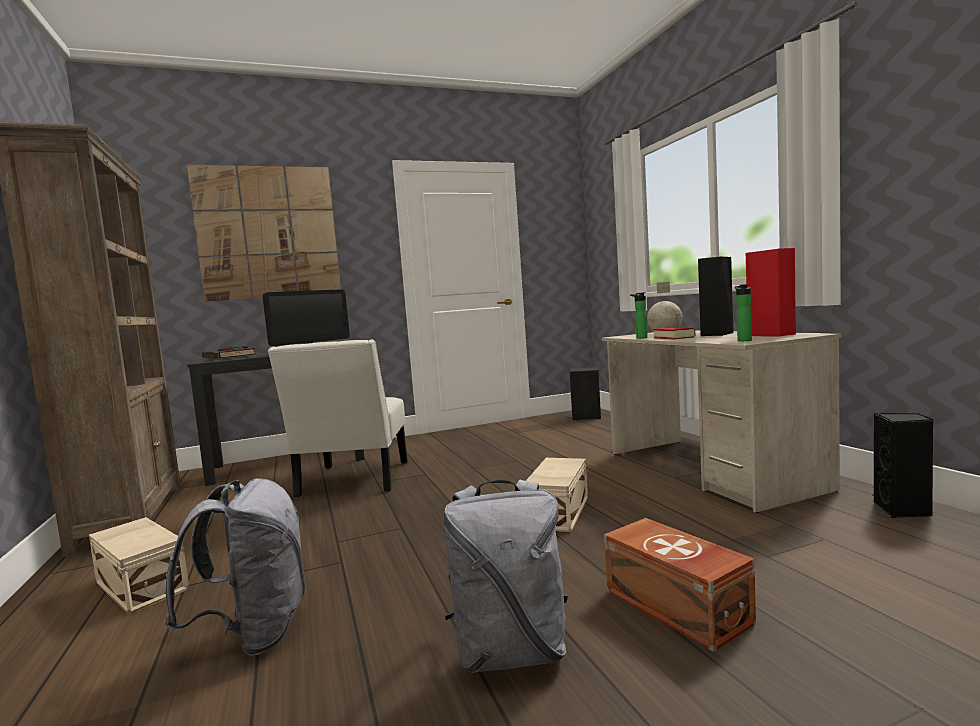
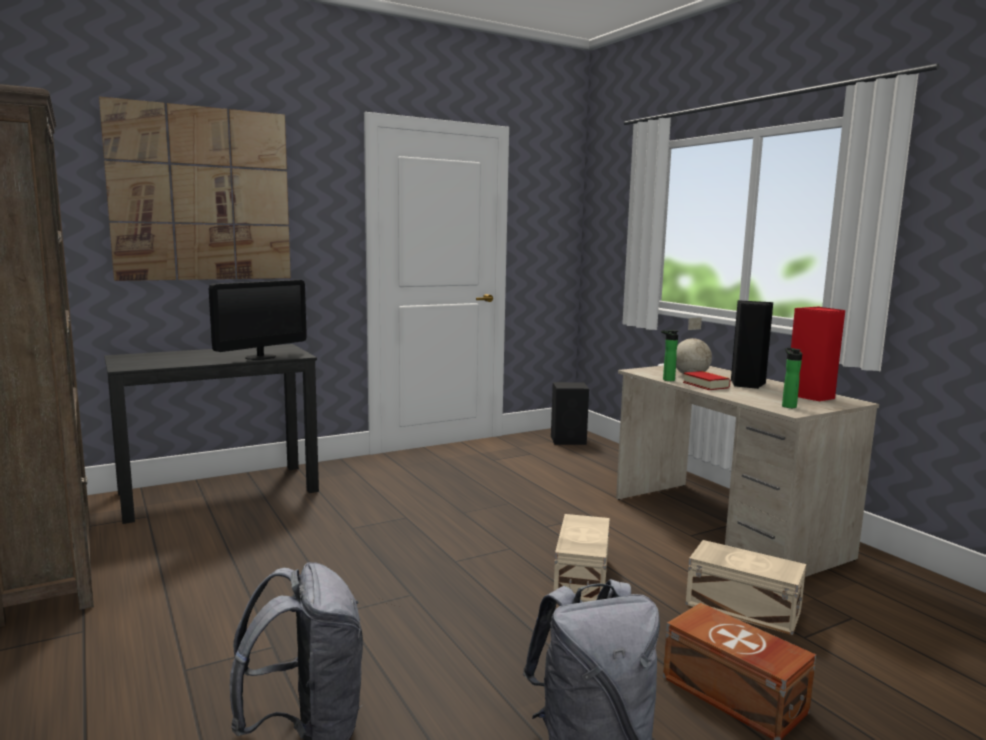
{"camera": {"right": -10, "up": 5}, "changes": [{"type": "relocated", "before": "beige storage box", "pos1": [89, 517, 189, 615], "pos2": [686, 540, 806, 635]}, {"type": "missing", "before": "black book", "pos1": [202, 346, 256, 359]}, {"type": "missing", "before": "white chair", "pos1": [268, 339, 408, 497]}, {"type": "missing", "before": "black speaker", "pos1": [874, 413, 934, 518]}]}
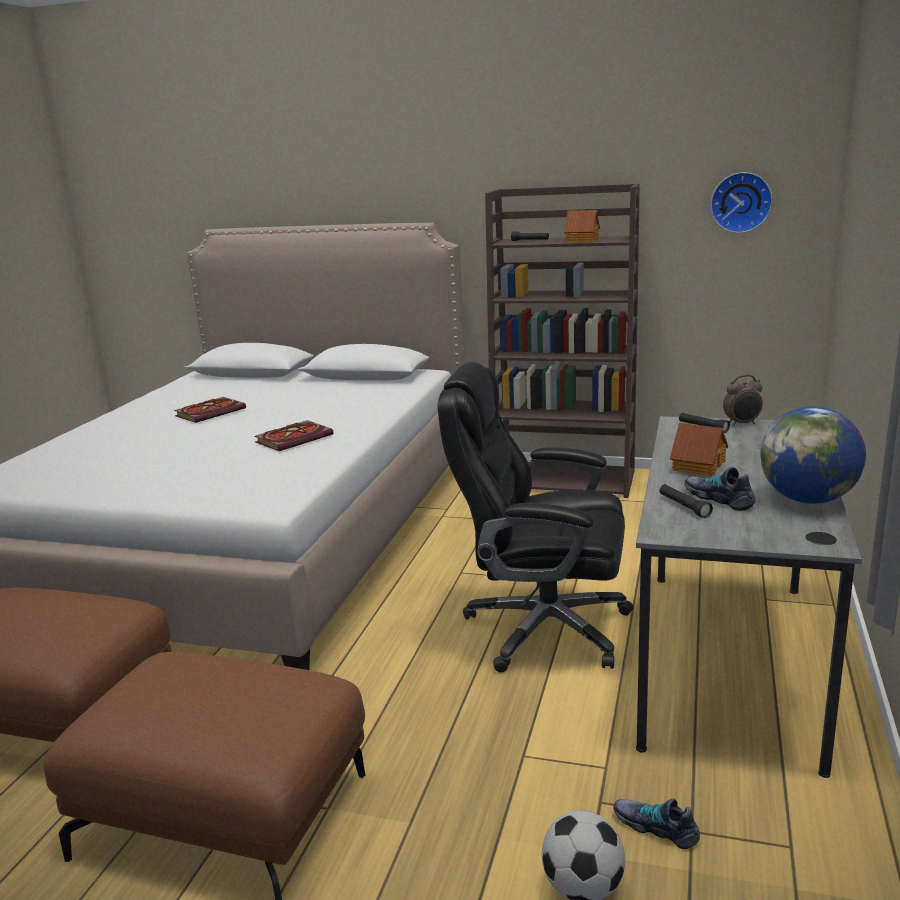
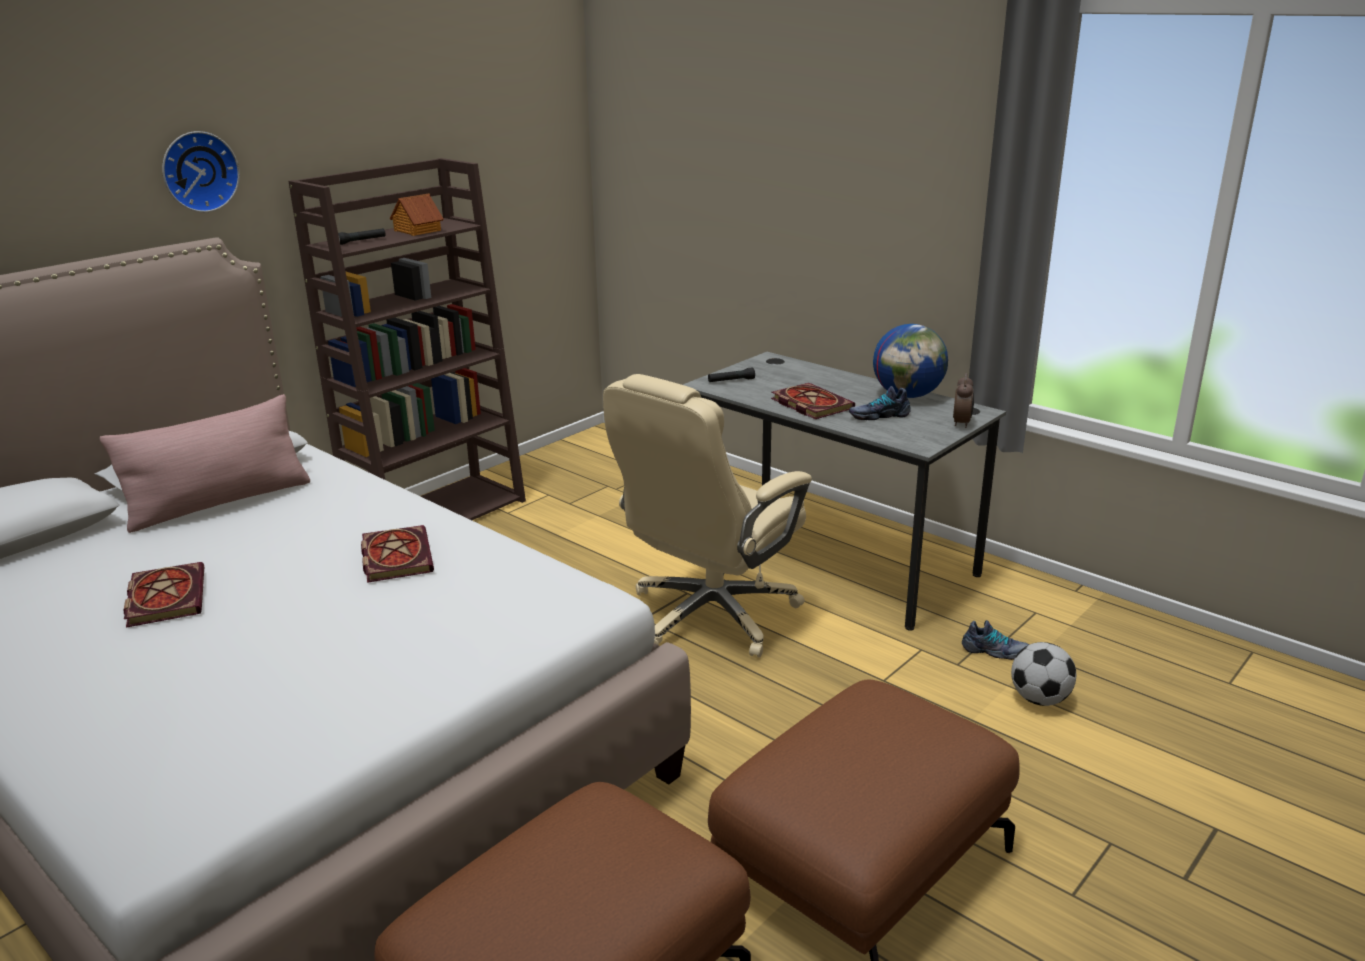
{"camera": {"right": -65, "up": 5}, "changes": [{"type": "appeared", "after": "pink pillow", "pos2": [100, 394, 310, 533]}, {"type": "relocated", "before": "wall clock", "pos1": [710, 172, 773, 233], "pos2": [162, 131, 240, 212]}, {"type": "colour", "before": "black office chair", "after": "beige office chair", "pos1": [438, 362, 634, 673], "pos2": [603, 374, 812, 658]}, {"type": "exchanged", "before": "toy house", "after": "book", "pos1": [670, 423, 728, 476], "pos2": [771, 383, 855, 419]}, {"type": "relocated", "before": "alarm clock", "pos1": [723, 375, 763, 426], "pos2": [953, 373, 974, 428]}, {"type": "spun", "before": "shoe", "pos1": [614, 798, 700, 849], "pos2": [962, 620, 1029, 660], "turn": -135}, {"type": "missing", "before": "black flashlight", "pos1": [659, 484, 713, 518]}]}
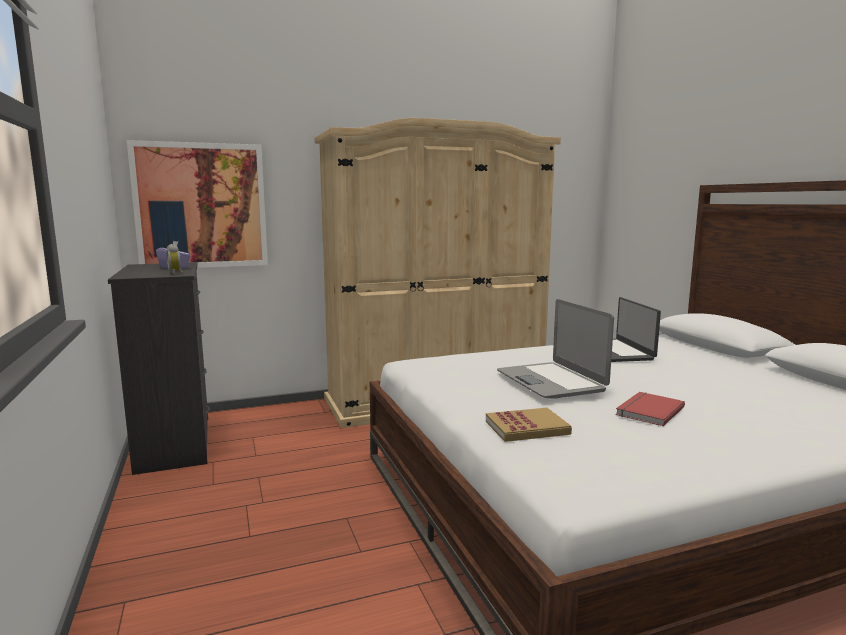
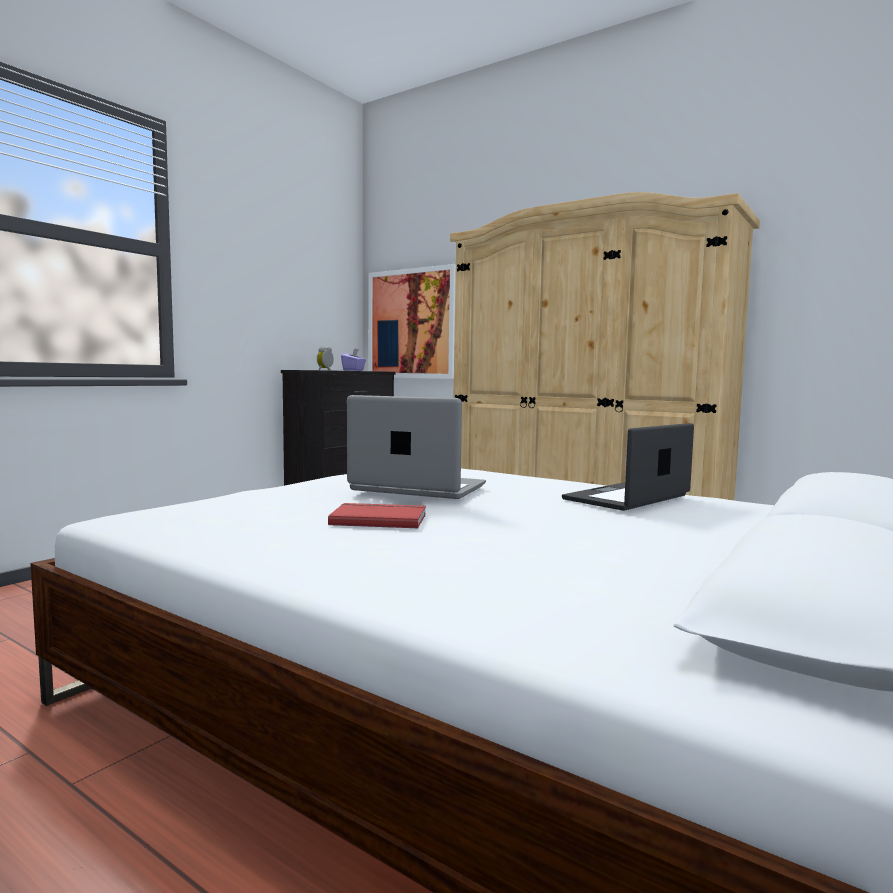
{"camera": {"right": 55, "up": -5}, "changes": [{"type": "spun", "before": "laptop", "pos1": [497, 299, 614, 399], "pos2": [347, 395, 486, 499], "turn": 75}, {"type": "missing", "before": "book", "pos1": [486, 408, 572, 442]}]}
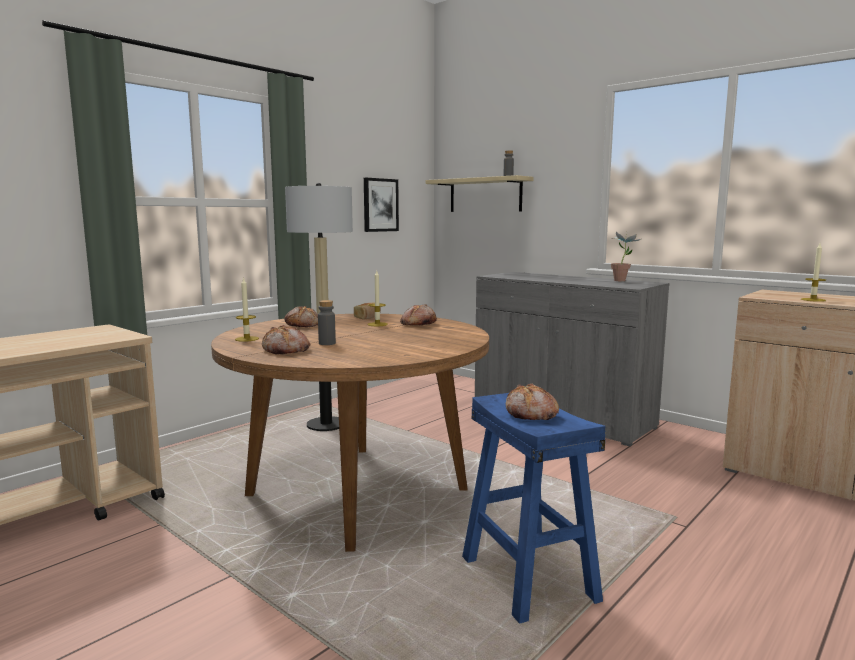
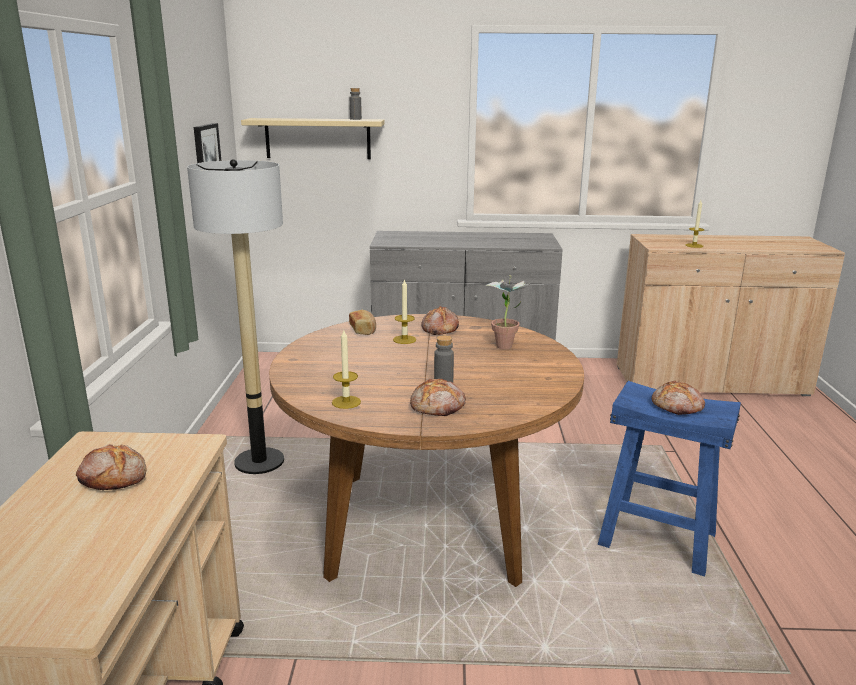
{"camera": {"right": -40, "up": 10}, "changes": [{"type": "relocated", "before": "bread", "pos1": [284, 306, 318, 327], "pos2": [76, 444, 146, 490]}, {"type": "relocated", "before": "potted plant", "pos1": [611, 231, 642, 281], "pos2": [486, 275, 530, 349]}]}
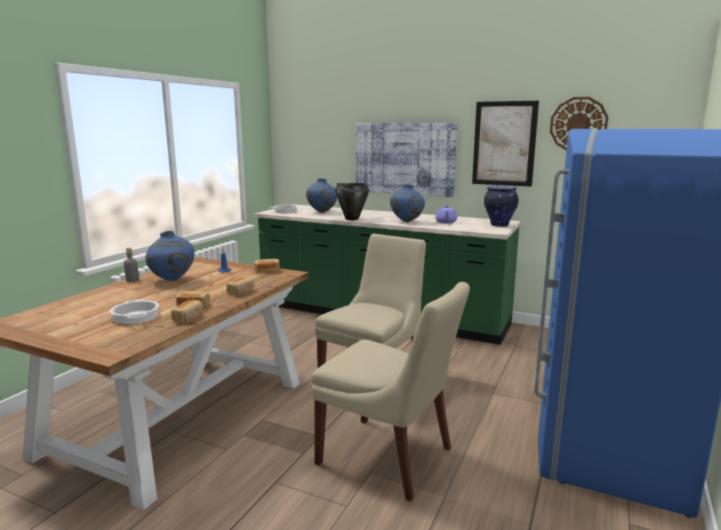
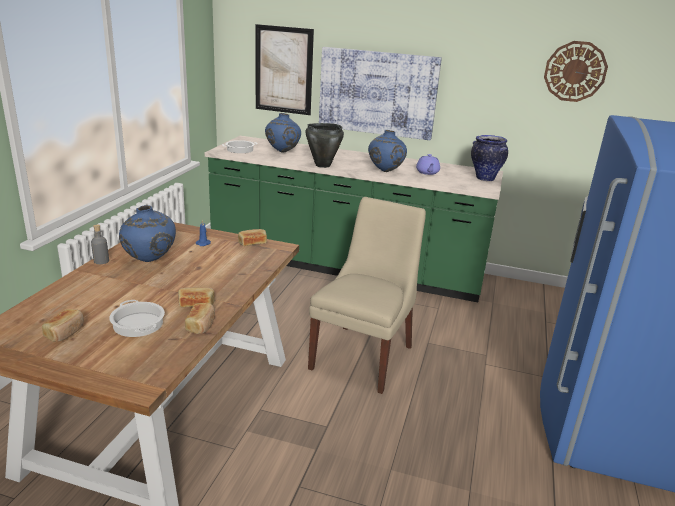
{"camera": {"right": -10, "up": 10}, "changes": [{"type": "relocated", "before": "bread", "pos1": [226, 277, 255, 296], "pos2": [42, 309, 84, 342]}, {"type": "relocated", "before": "picture", "pos1": [472, 101, 539, 187], "pos2": [255, 24, 314, 115]}, {"type": "missing", "before": "beige chair", "pos1": [311, 282, 470, 501]}]}
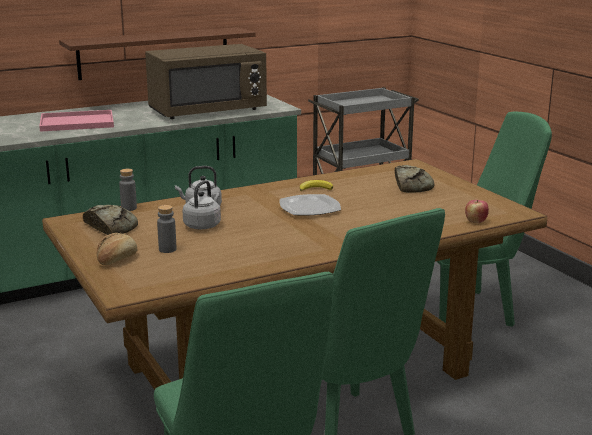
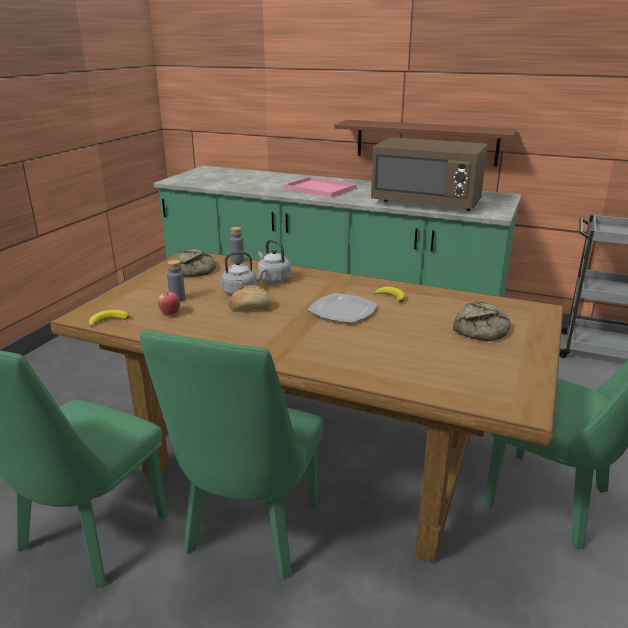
{"camera": {"right": 50, "up": 5}, "changes": [{"type": "appeared", "after": "banana", "pos2": [89, 310, 129, 327]}, {"type": "relocated", "before": "apple", "pos1": [465, 200, 489, 223], "pos2": [157, 292, 180, 316]}, {"type": "relocated", "before": "bread", "pos1": [97, 233, 137, 265], "pos2": [229, 285, 272, 310]}]}
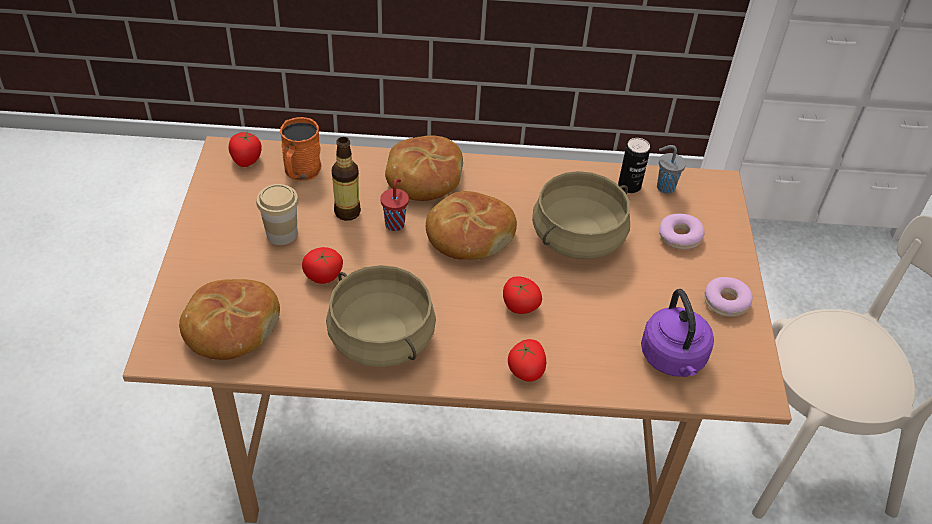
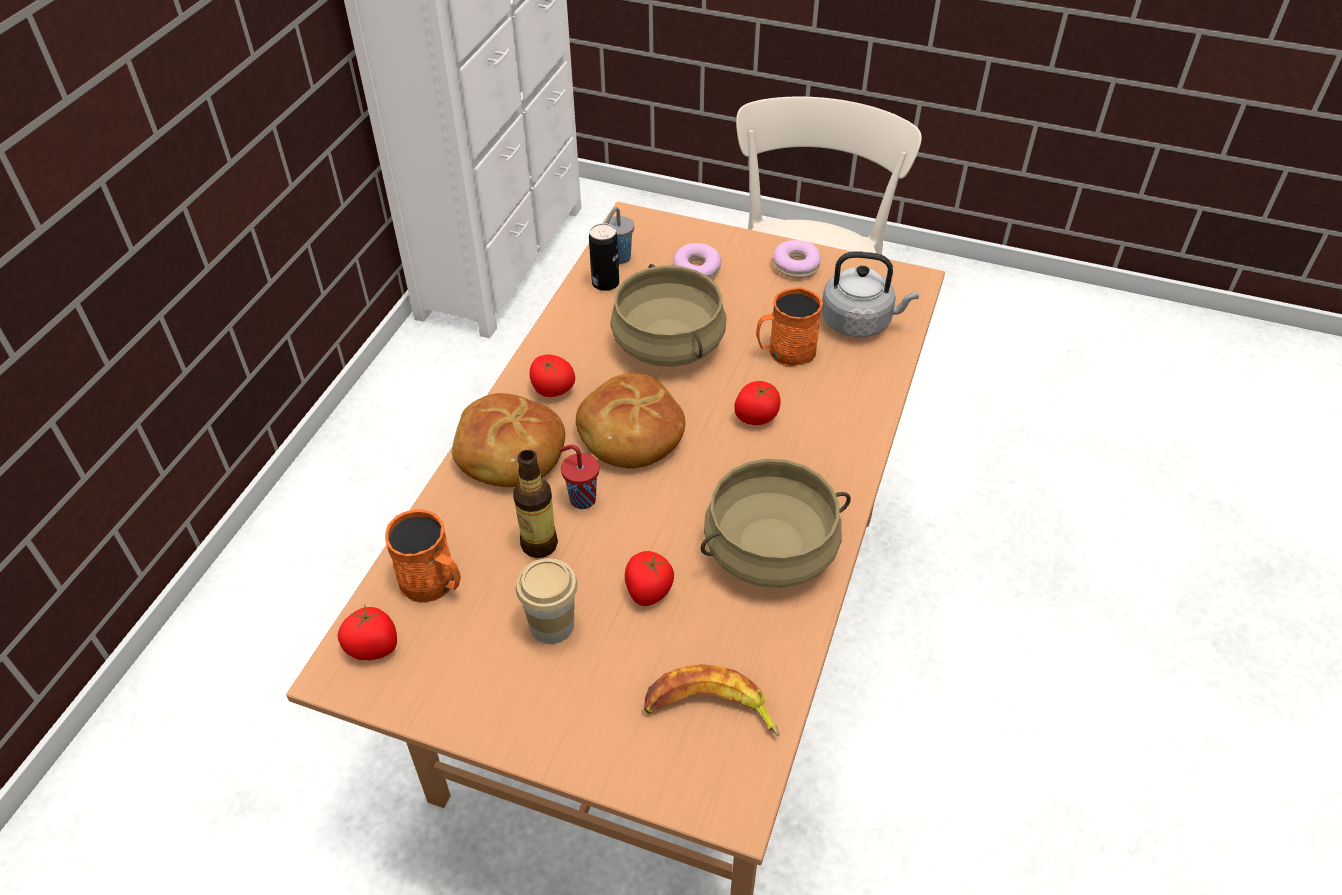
{"camera": {"right": -70, "up": 0}, "changes": [{"type": "relocated", "before": "tomato", "pos1": [508, 339, 546, 382], "pos2": [529, 355, 575, 397]}, {"type": "exchanged", "before": "bread", "after": "banana", "pos1": [179, 279, 280, 360], "pos2": [644, 664, 780, 737]}, {"type": "appeared", "after": "orange mug", "pos2": [756, 287, 823, 366]}, {"type": "colour", "before": "purple kettle", "after": "grey kettle", "pos1": [641, 289, 714, 377], "pos2": [821, 251, 919, 337]}]}
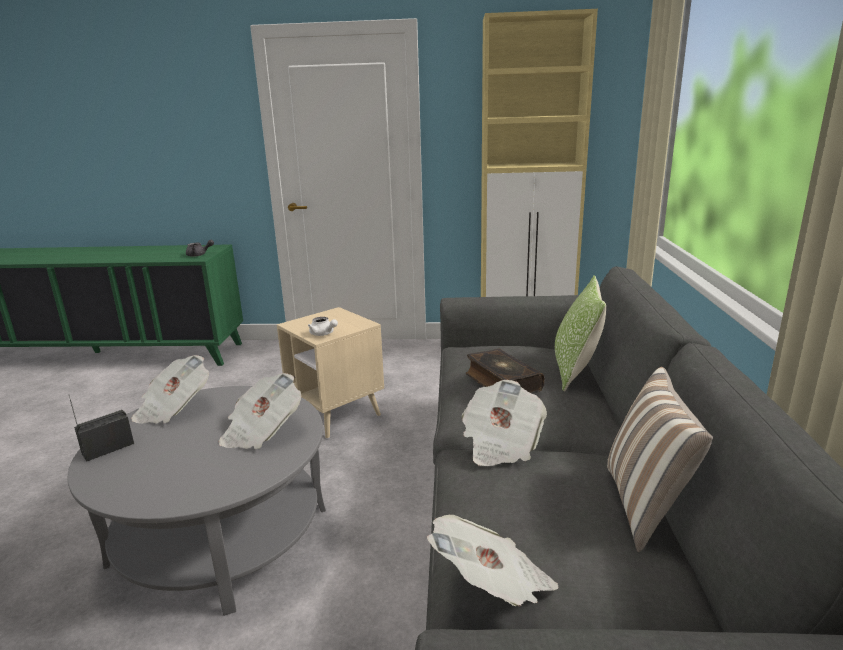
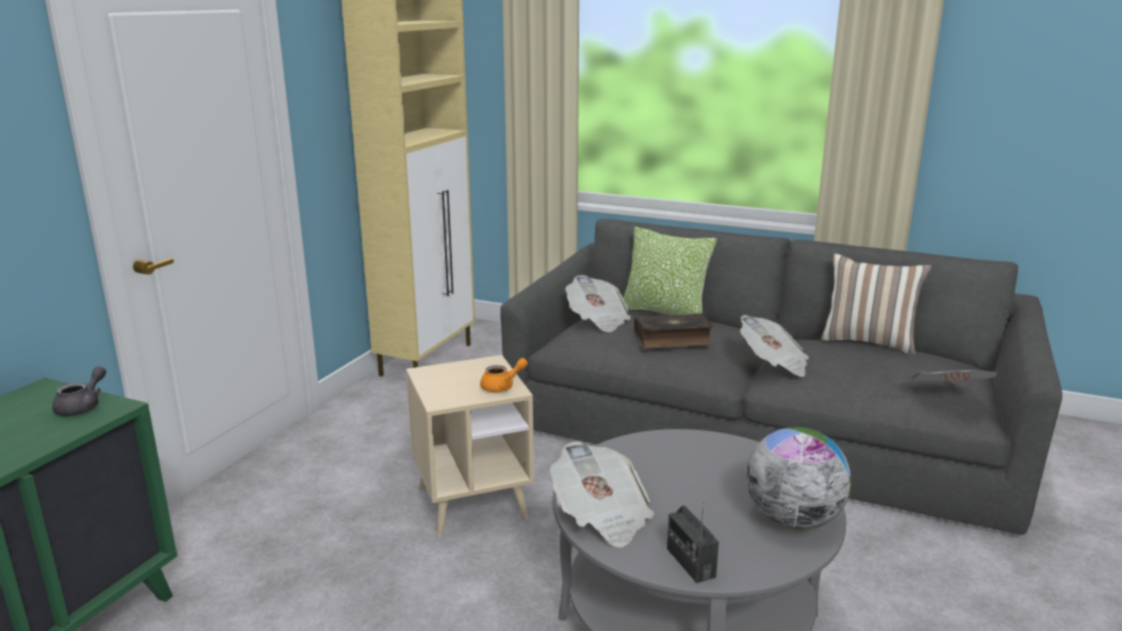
{"camera": {"right": -70, "up": 0}, "changes": [{"type": "colour", "before": "white teapot", "after": "orange teapot", "pos1": [308, 317, 338, 336], "pos2": [480, 358, 528, 392]}, {"type": "relocated", "before": "newspaper", "pos1": [219, 373, 301, 449], "pos2": [565, 275, 631, 332]}, {"type": "appeared", "after": "globe", "pos2": [746, 427, 851, 530]}]}
